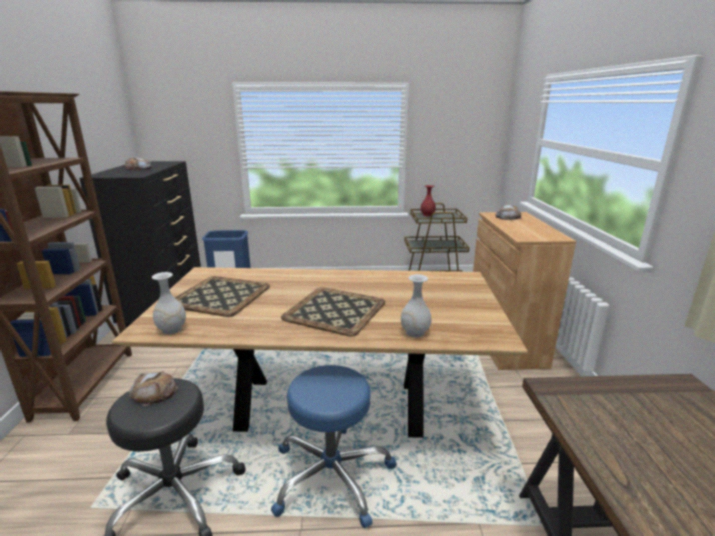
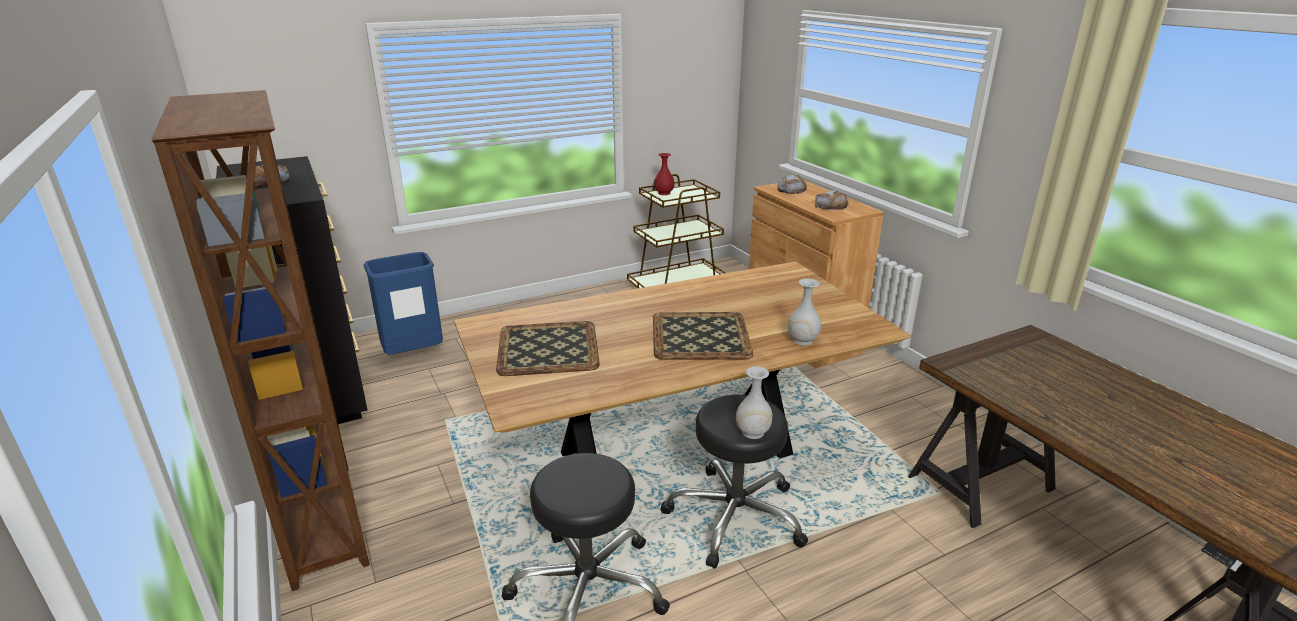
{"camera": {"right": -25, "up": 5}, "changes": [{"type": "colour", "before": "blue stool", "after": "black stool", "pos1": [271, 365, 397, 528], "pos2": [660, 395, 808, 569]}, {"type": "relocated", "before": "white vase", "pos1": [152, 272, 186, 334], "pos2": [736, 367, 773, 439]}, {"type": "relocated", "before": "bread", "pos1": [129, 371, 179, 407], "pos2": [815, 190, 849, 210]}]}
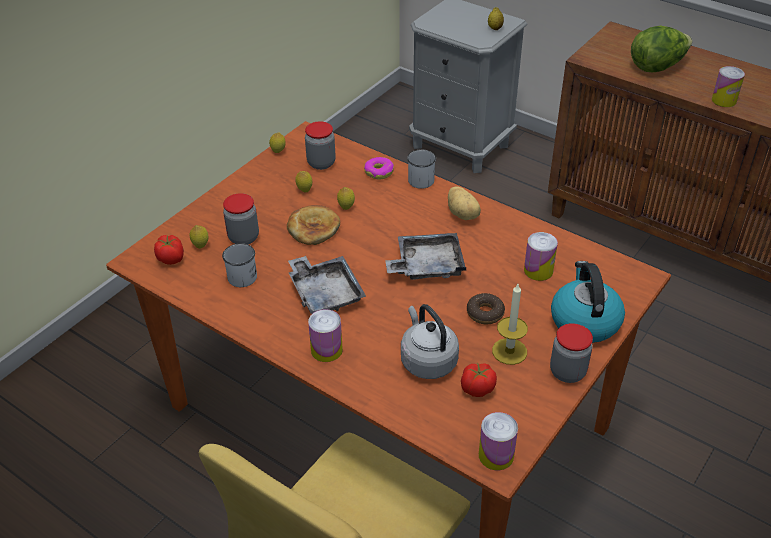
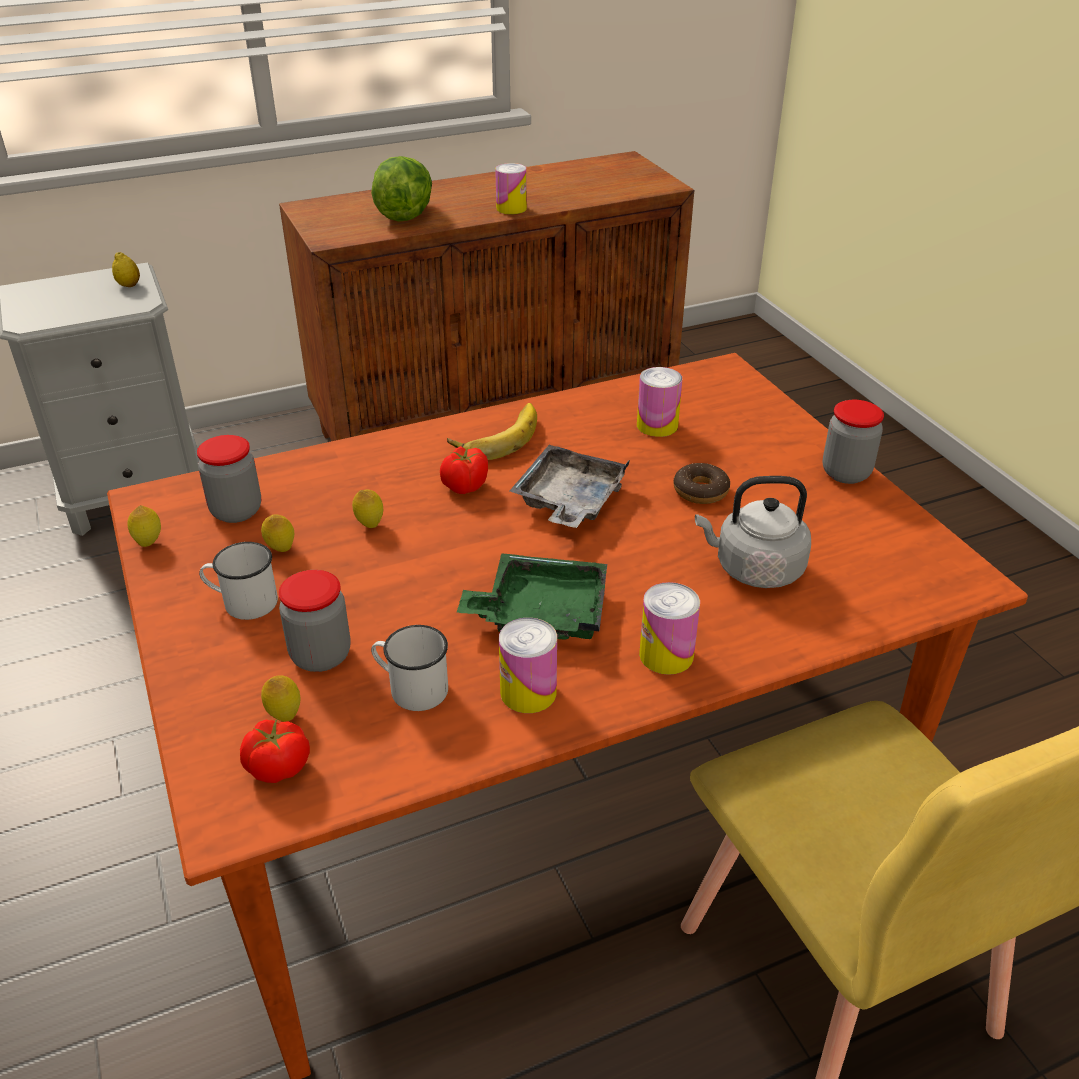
{"camera": {"right": -60, "up": -5}, "changes": [{"type": "relocated", "before": "white mug", "pos1": [407, 149, 436, 189], "pos2": [199, 542, 278, 620]}, {"type": "relocated", "before": "tomato", "pos1": [461, 363, 497, 397], "pos2": [440, 446, 488, 494]}, {"type": "exchanged", "before": "potato", "after": "banana", "pos1": [448, 186, 481, 220], "pos2": [447, 403, 537, 460]}, {"type": "colour", "before": "grey tray", "after": "green tray", "pos1": [288, 256, 366, 314], "pos2": [457, 553, 607, 639]}, {"type": "relocated", "before": "can", "pos1": [479, 412, 518, 470], "pos2": [499, 618, 557, 713]}, {"type": "missing", "before": "bread", "pos1": [287, 205, 340, 245]}, {"type": "missing", "before": "donut", "pos1": [364, 157, 394, 179]}, {"type": "missing", "before": "candle", "pos1": [492, 284, 528, 365]}, {"type": "missing", "before": "kettle", "pos1": [551, 261, 625, 343]}]}
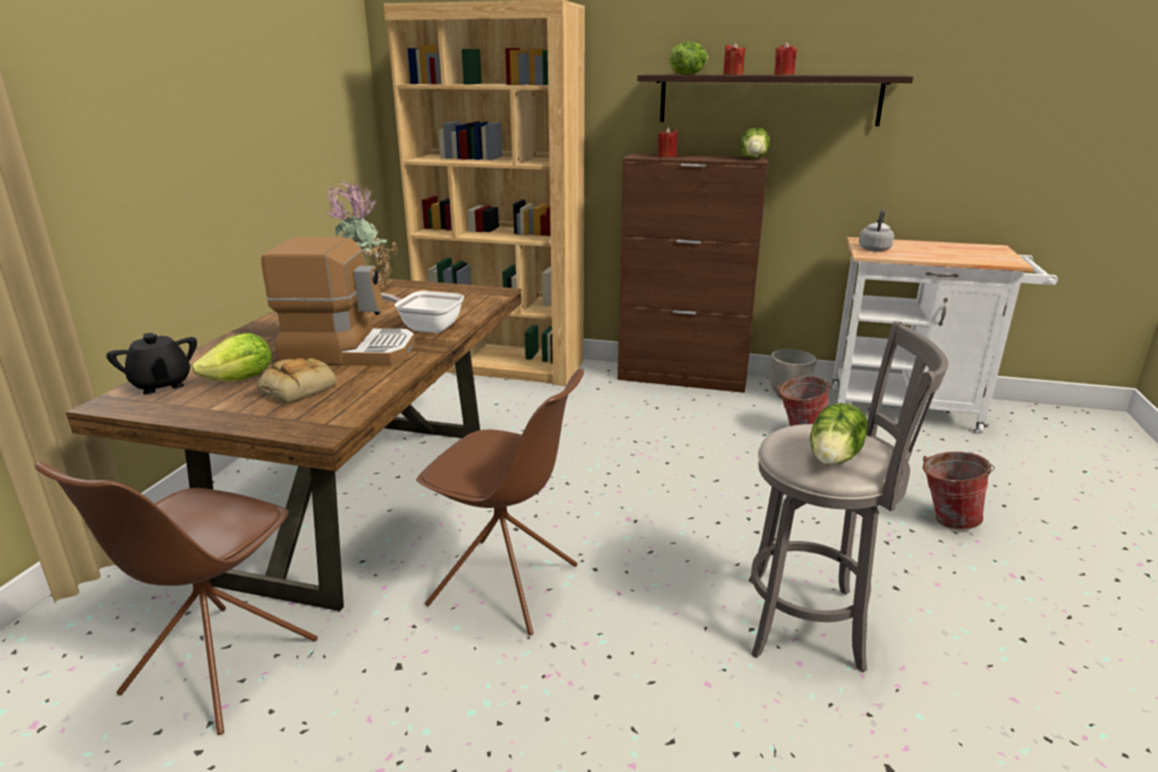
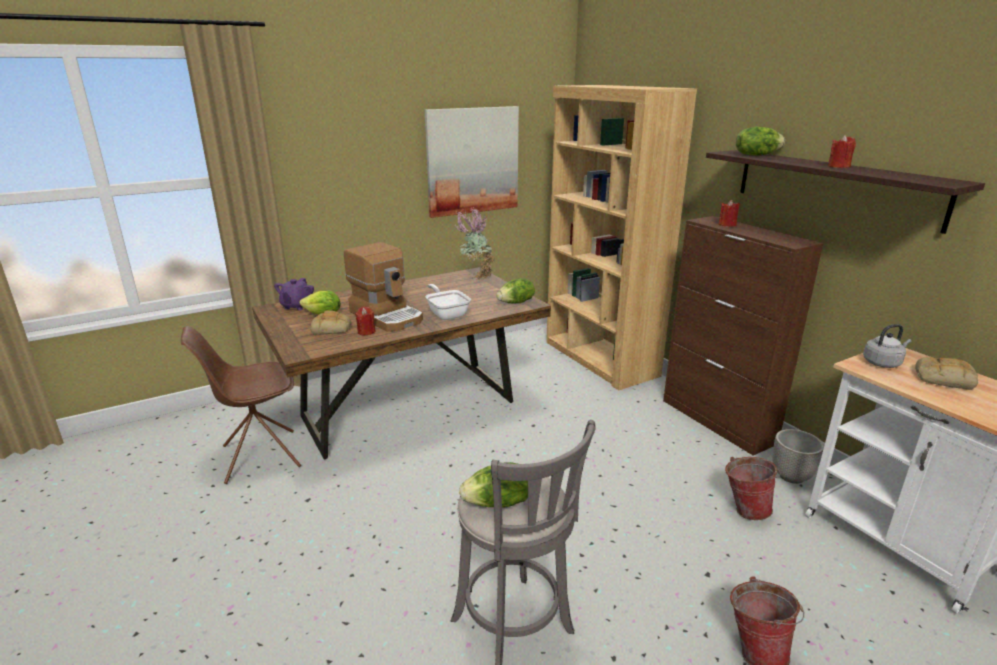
{"camera": {"right": 45, "up": 0}, "changes": [{"type": "colour", "before": "black teapot", "after": "purple teapot", "pos1": [106, 333, 197, 395], "pos2": [274, 278, 314, 310]}, {"type": "relocated", "before": "red candle", "pos1": [723, 42, 745, 75], "pos2": [355, 307, 376, 335]}, {"type": "appeared", "after": "picture", "pos2": [425, 106, 519, 218]}, {"type": "relocated", "before": "lettuce", "pos1": [740, 127, 770, 159], "pos2": [496, 278, 535, 304]}, {"type": "appeared", "after": "bread", "pos2": [915, 357, 978, 390]}, {"type": "missing", "before": "brown chair", "pos1": [416, 368, 584, 636]}]}
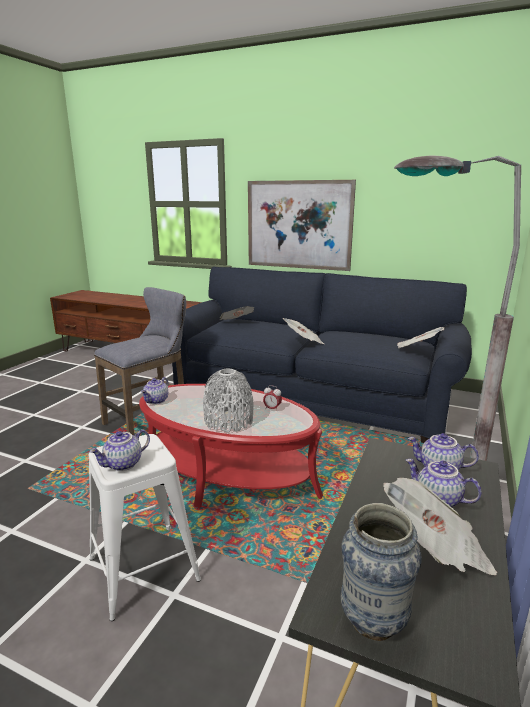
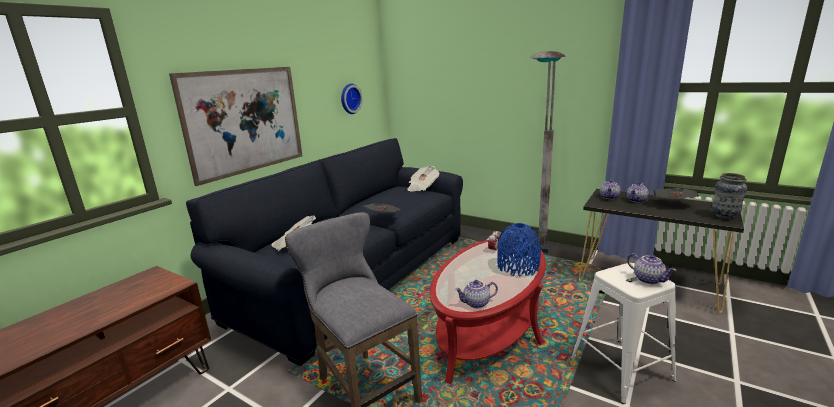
{"camera": {"right": -80, "up": 0}, "changes": [{"type": "appeared", "after": "wall clock", "pos2": [341, 84, 363, 114]}, {"type": "spun", "before": "teapot", "pos1": [141, 377, 169, 404], "pos2": [455, 280, 498, 308], "turn": 135}, {"type": "colour", "before": "grey vase", "after": "blue vase", "pos1": [203, 368, 254, 432], "pos2": [497, 223, 541, 277]}]}
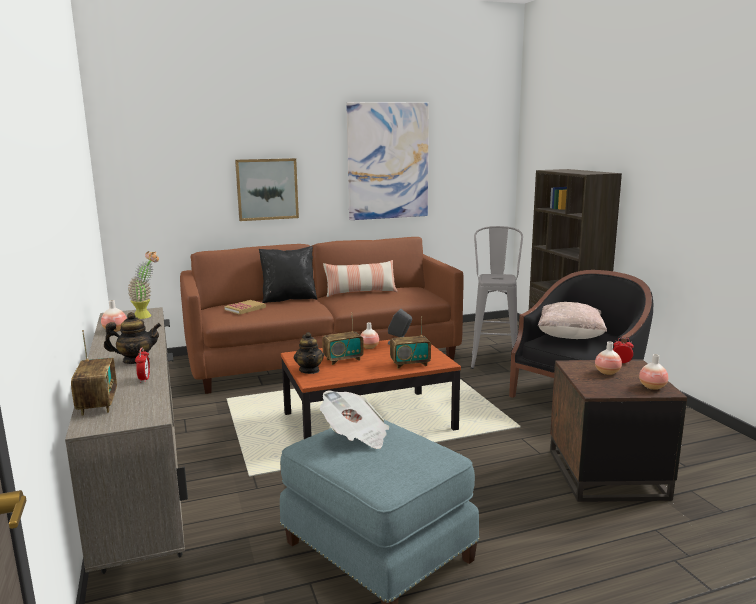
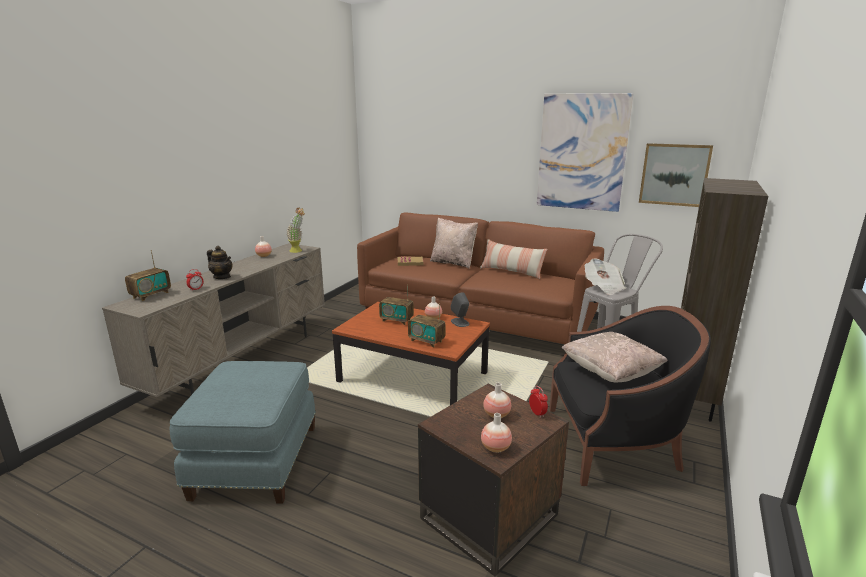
{"camera": {"right": 45, "up": 5}, "changes": [{"type": "colour", "before": "black pillow", "after": "beige pillow", "pos1": [259, 246, 318, 303], "pos2": [430, 218, 478, 268]}, {"type": "relocated", "before": "newspaper", "pos1": [320, 390, 389, 449], "pos2": [584, 258, 626, 295]}, {"type": "relocated", "before": "picture", "pos1": [235, 158, 299, 221], "pos2": [639, 143, 713, 207]}, {"type": "missing", "before": "teapot", "pos1": [294, 332, 324, 374]}]}
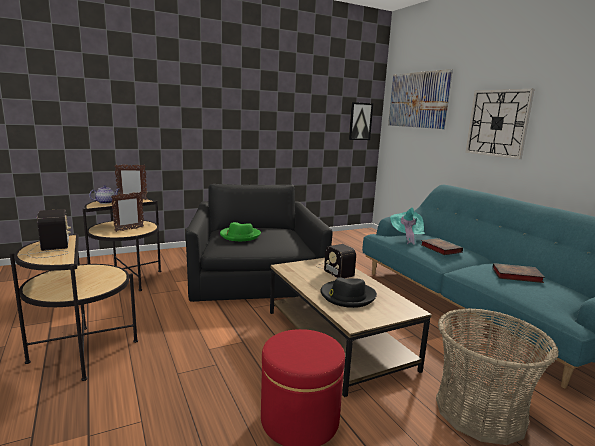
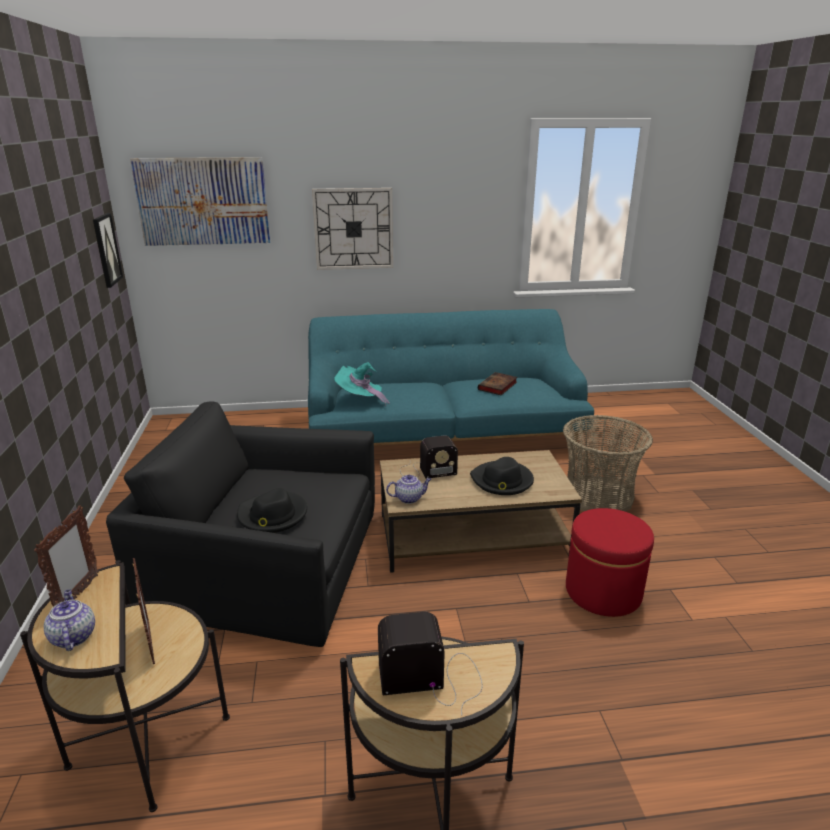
{"camera": {"right": -70, "up": 10}, "changes": [{"type": "colour", "before": "green hat", "after": "black hat", "pos1": [220, 222, 261, 241], "pos2": [237, 488, 307, 533]}, {"type": "appeared", "after": "teapot", "pos2": [386, 475, 431, 504]}, {"type": "missing", "before": "book", "pos1": [421, 238, 463, 255]}]}
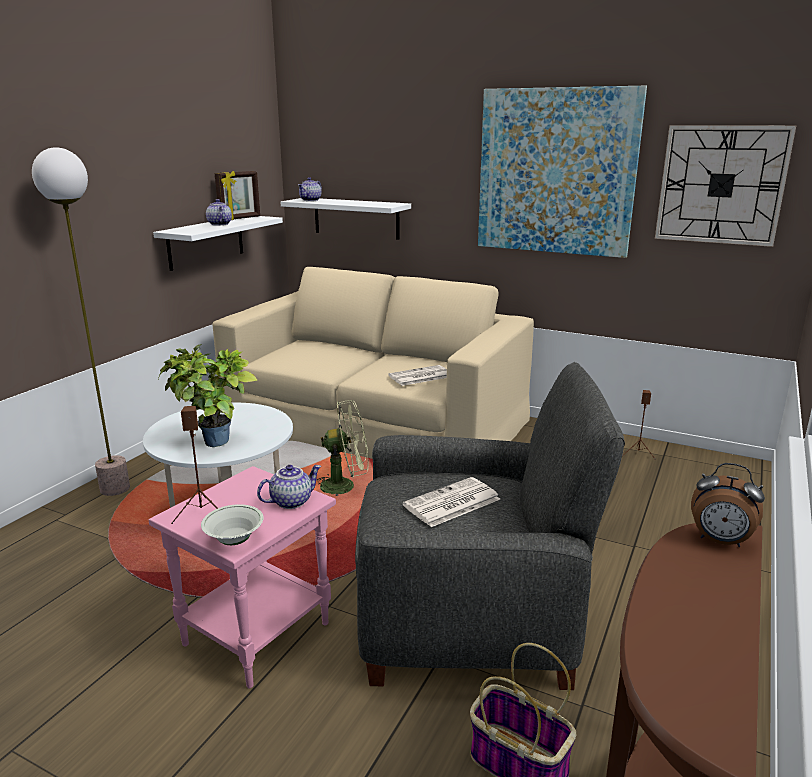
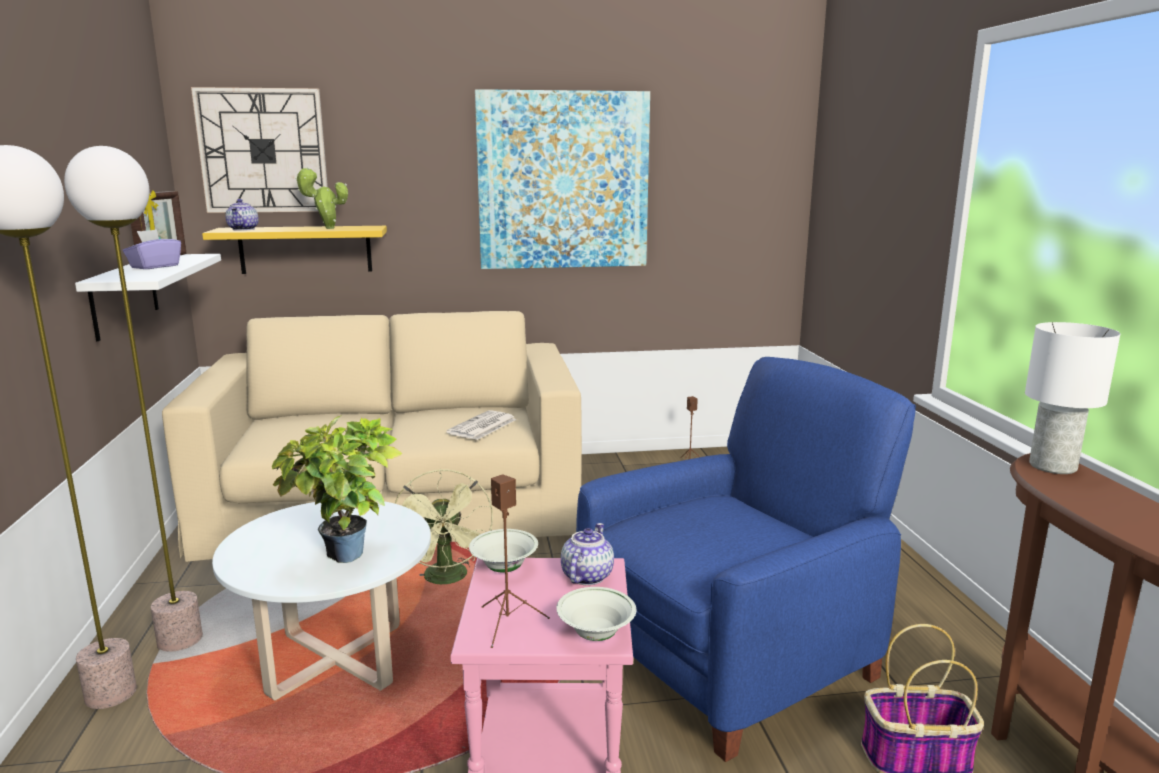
{"camera": {"right": -35, "up": -5}, "changes": [{"type": "appeared", "after": "floor lamp", "pos2": [64, 146, 203, 652]}, {"type": "exchanged", "before": "teapot", "after": "purple tissue box", "pos1": [206, 199, 232, 226], "pos2": [123, 229, 181, 269]}, {"type": "relocated", "before": "wall clock", "pos1": [655, 125, 797, 247], "pos2": [191, 87, 328, 213]}, {"type": "colour", "before": "white shelf", "after": "yellow shelf", "pos1": [280, 198, 411, 240], "pos2": [202, 226, 387, 274]}, {"type": "appeared", "after": "potted plant", "pos2": [295, 167, 348, 229]}, {"type": "spun", "before": "green fan", "pos1": [316, 400, 368, 496], "pos2": [394, 469, 493, 584], "turn": 120}, {"type": "appeared", "after": "white bowl", "pos2": [469, 529, 538, 573]}, {"type": "colour", "before": "grey armchair", "after": "blue armchair", "pos1": [355, 362, 625, 690], "pos2": [576, 357, 916, 762]}, {"type": "exchanged", "before": "alarm clock", "after": "white table lamp", "pos1": [691, 463, 765, 547], "pos2": [1025, 322, 1120, 474]}, {"type": "missing", "before": "newspaper", "pos1": [403, 477, 500, 527]}]}
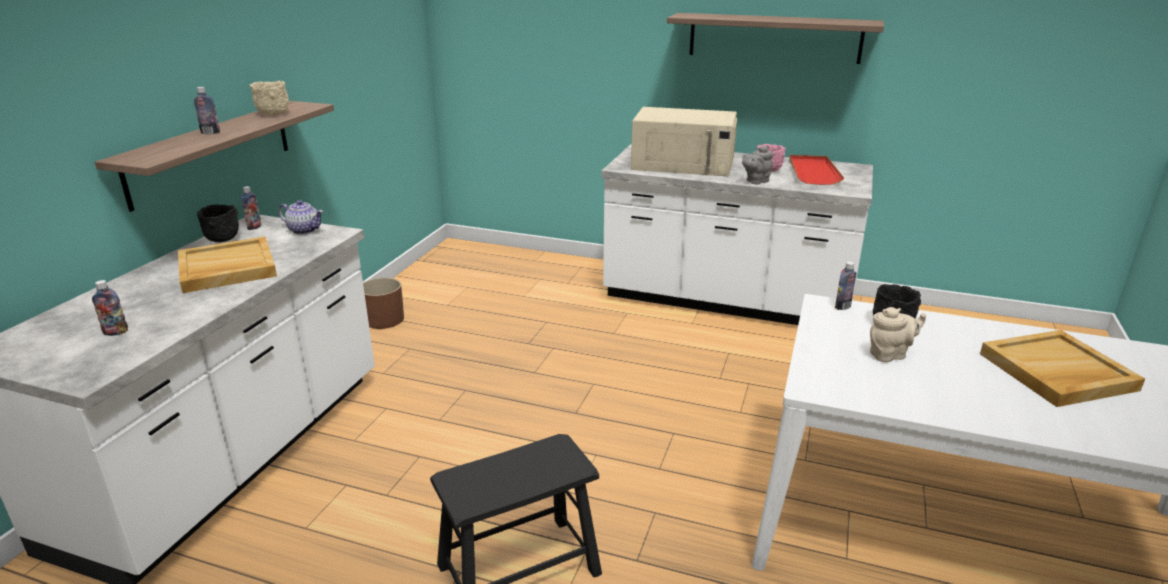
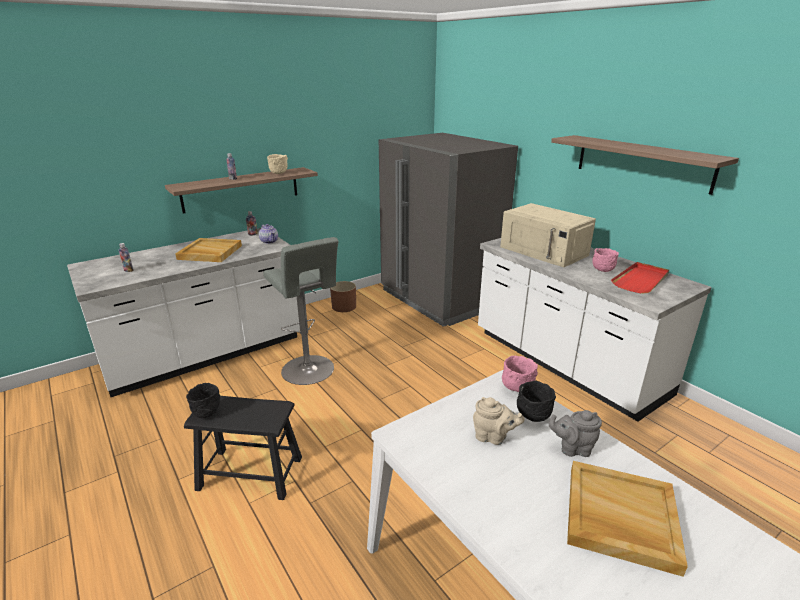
{"camera": {"right": 35, "up": 0}, "changes": [{"type": "relocated", "before": "black bowl", "pos1": [197, 204, 239, 242], "pos2": [186, 383, 220, 418]}, {"type": "appeared", "after": "grey stool", "pos2": [263, 237, 339, 385]}, {"type": "appeared", "after": "grey fridge", "pos2": [379, 133, 518, 327]}, {"type": "exchanged", "before": "bottle", "after": "pink bowl", "pos1": [835, 262, 857, 310], "pos2": [502, 356, 538, 392]}, {"type": "relocated", "before": "grey teapot", "pos1": [742, 146, 774, 184], "pos2": [549, 410, 602, 457]}]}
